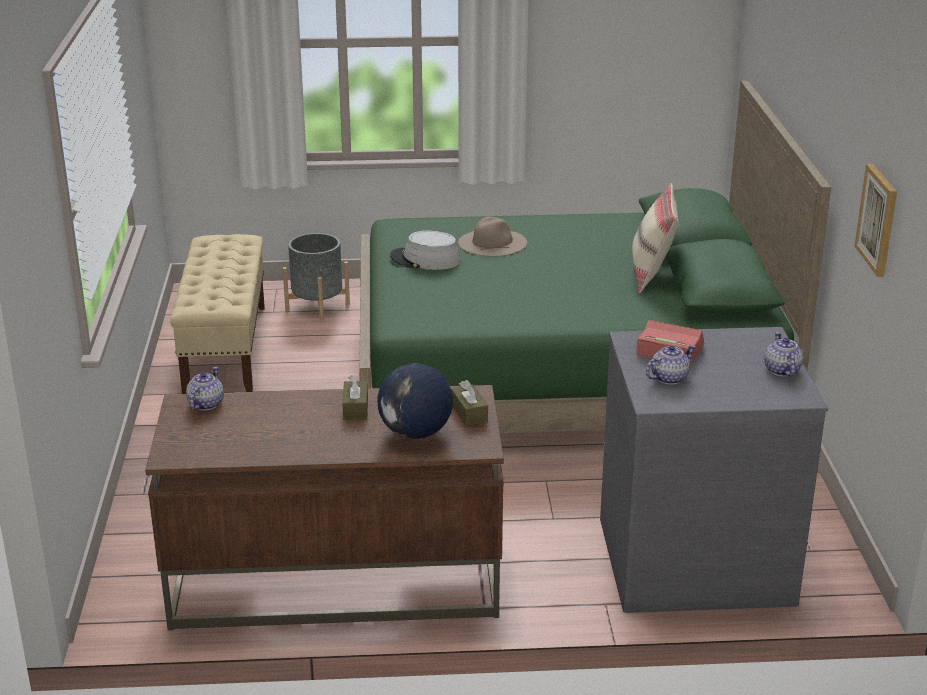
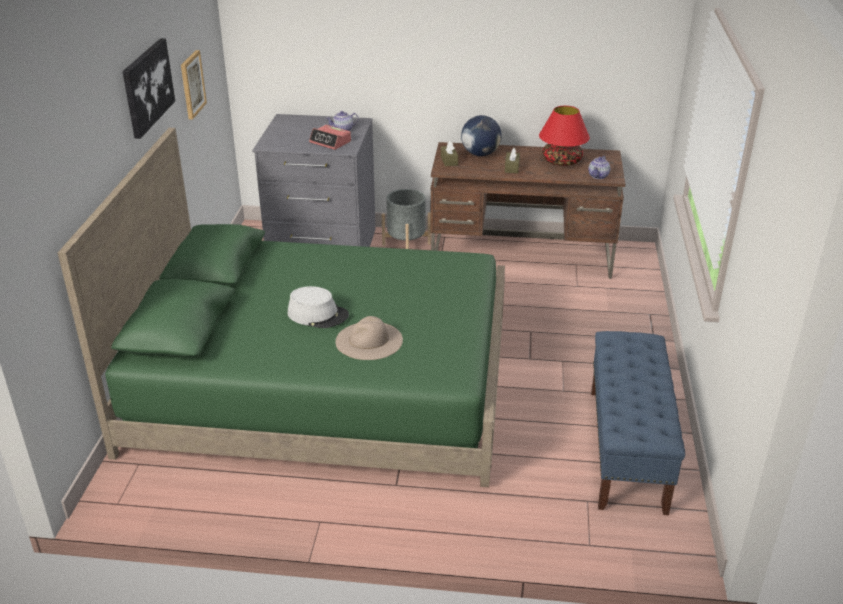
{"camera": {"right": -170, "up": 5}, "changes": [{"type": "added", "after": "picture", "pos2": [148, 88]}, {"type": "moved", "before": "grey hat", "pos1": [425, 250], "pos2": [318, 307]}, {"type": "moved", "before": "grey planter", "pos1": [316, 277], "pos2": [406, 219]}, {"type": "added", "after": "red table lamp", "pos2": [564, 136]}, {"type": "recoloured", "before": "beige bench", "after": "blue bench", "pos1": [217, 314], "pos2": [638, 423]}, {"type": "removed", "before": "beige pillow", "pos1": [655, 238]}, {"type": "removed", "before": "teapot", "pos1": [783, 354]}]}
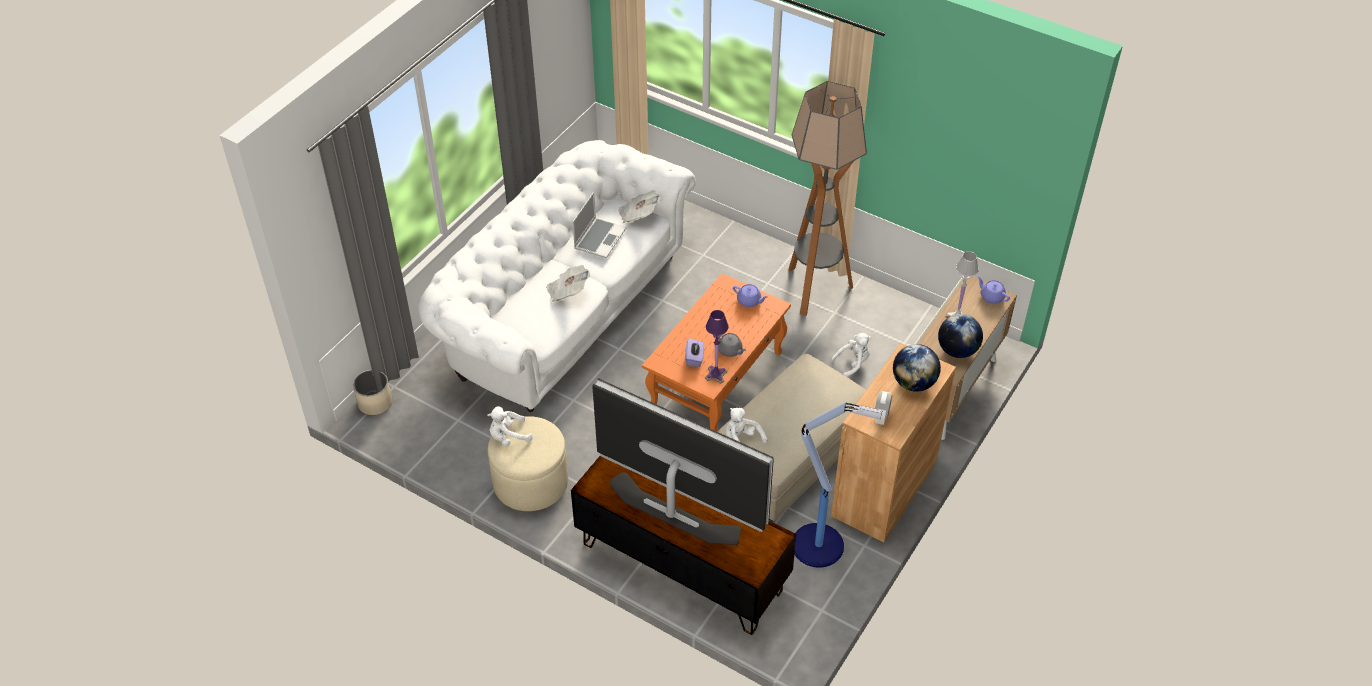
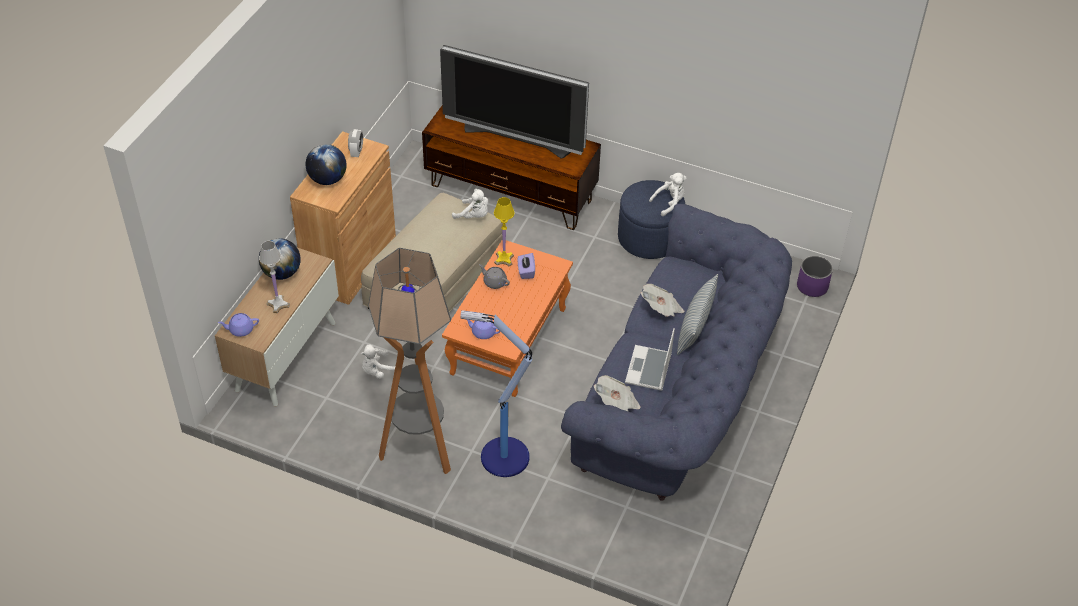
{"camera": {"right": 170, "up": 0}, "changes": [{"type": "turned", "before": "purple teapot", "pos1": [993, 290], "pos2": [238, 325], "turn": 135}, {"type": "moved", "before": "floor lamp", "pos1": [838, 485], "pos2": [496, 393]}, {"type": "recoloured", "before": "purple table lamp", "after": "yellow table lamp", "pos1": [717, 347], "pos2": [504, 231]}, {"type": "recoloured", "before": "white sofa", "after": "blue sofa", "pos1": [557, 276], "pos2": [676, 352]}, {"type": "recoloured", "before": "beige ottoman", "after": "blue ottoman", "pos1": [528, 463], "pos2": [651, 219]}, {"type": "added", "after": "pillow", "pos2": [697, 314]}, {"type": "recoloured", "before": "beige planter", "after": "purple planter", "pos1": [372, 392], "pos2": [815, 276]}]}
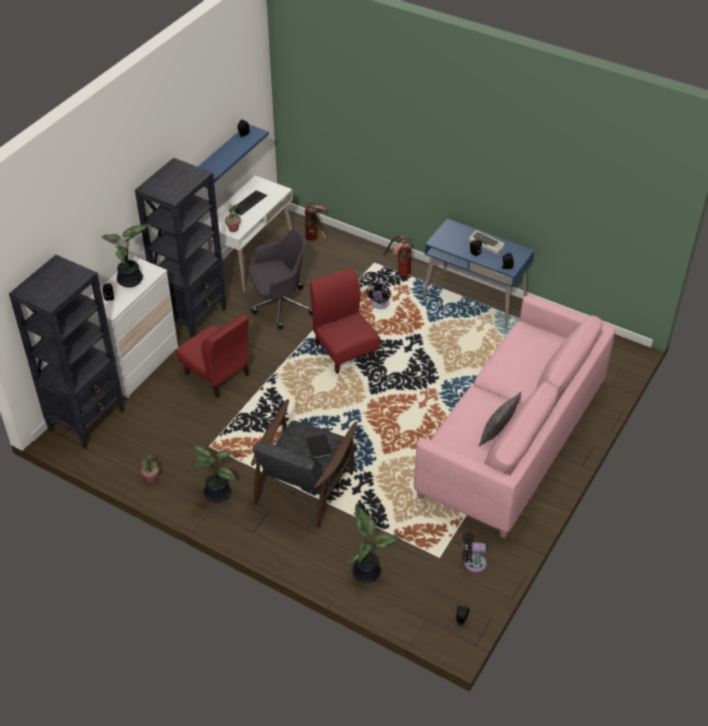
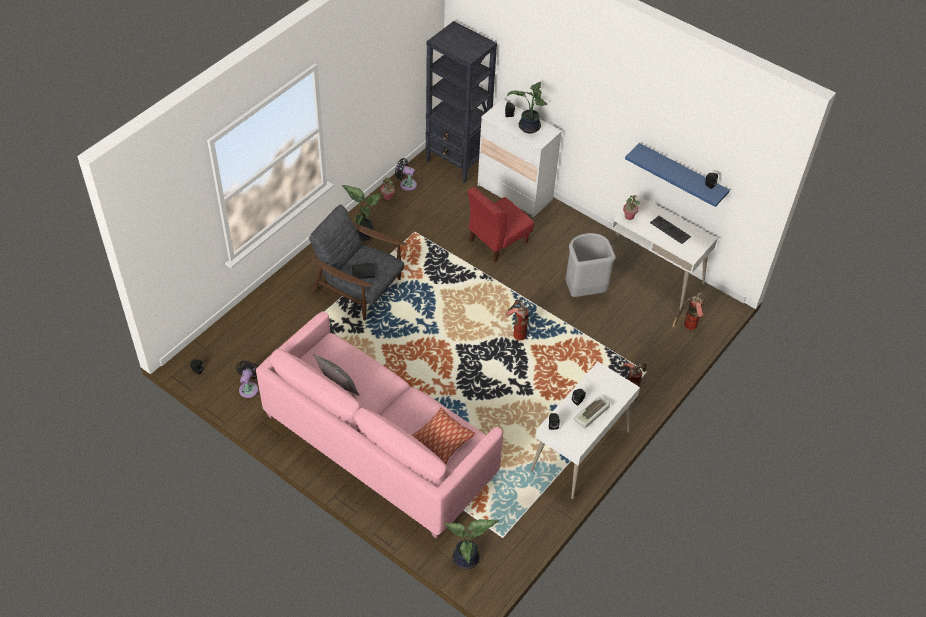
{"camera": {"right": 95, "up": 5}, "changes": [{"type": "moved", "before": "black fan", "pos1": [378, 295], "pos2": [406, 174]}, {"type": "added", "after": "pillow", "pos2": [444, 436]}, {"type": "moved", "before": "potted plant", "pos1": [373, 544], "pos2": [472, 544]}, {"type": "replaced", "before": "red chair", "after": "fire extinguisher", "pos1": [345, 320], "pos2": [517, 320]}, {"type": "recoloured", "before": "blue desk", "after": "white desk", "pos1": [478, 274], "pos2": [585, 430]}, {"type": "replaced", "before": "grey office chair", "after": "grey trash can", "pos1": [280, 279], "pos2": [591, 265]}, {"type": "removed", "before": "black bookcase", "pos1": [181, 248]}]}
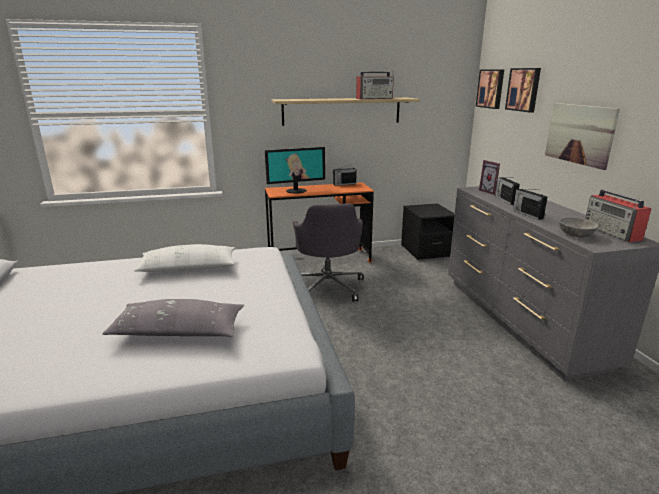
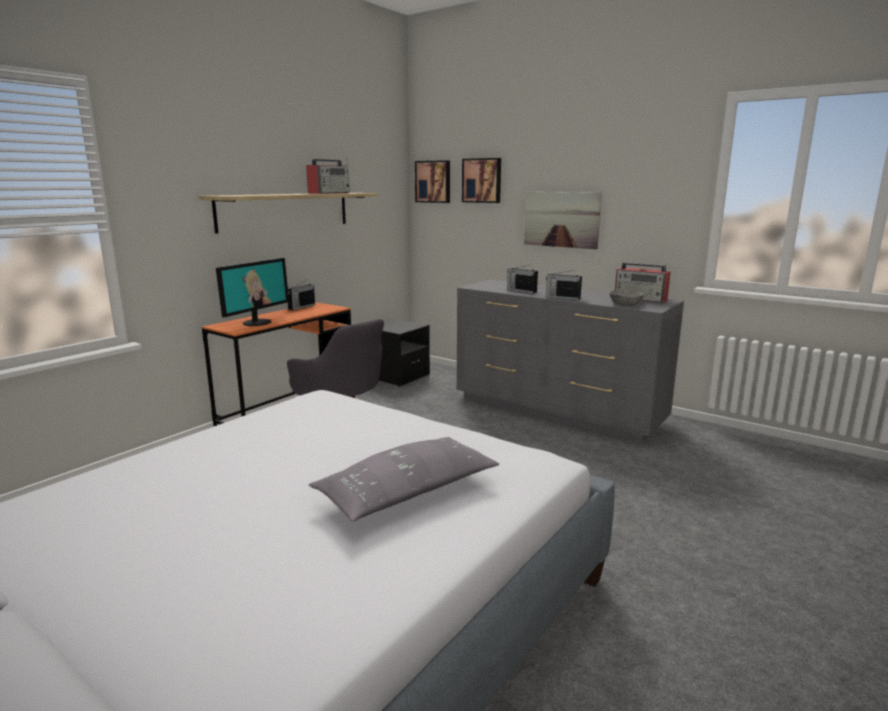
{"camera": {"right": -40, "up": -5}, "changes": [{"type": "removed", "before": "white pillow", "pos1": [184, 258]}, {"type": "removed", "before": "picture frame", "pos1": [489, 177]}]}
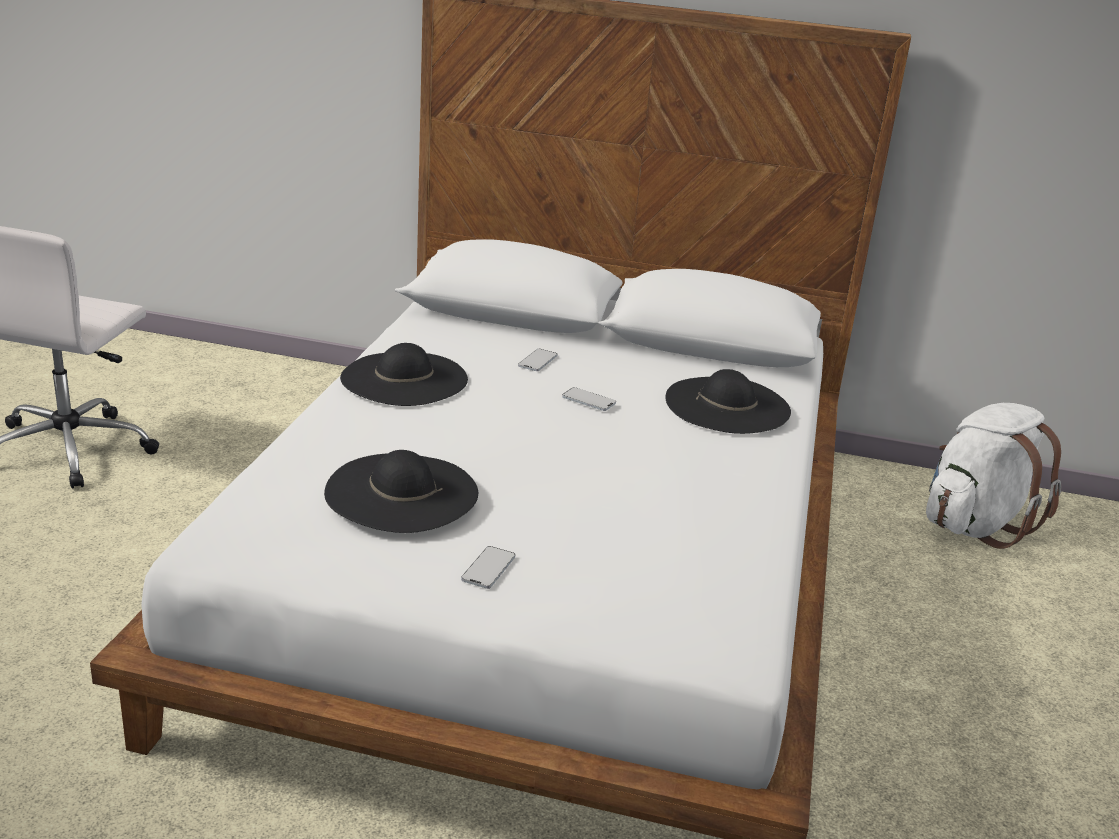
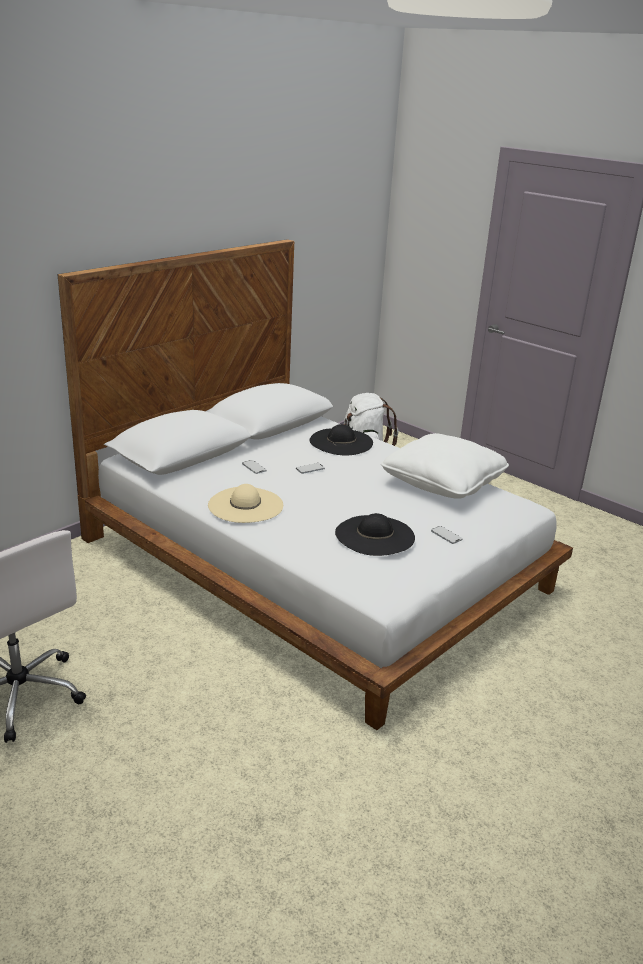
{"camera": {"right": -60, "up": 0}, "changes": [{"type": "recoloured", "before": "black hat", "after": "beige hat", "pos1": [404, 374], "pos2": [245, 503]}, {"type": "added", "after": "white pillow", "pos2": [445, 466]}]}
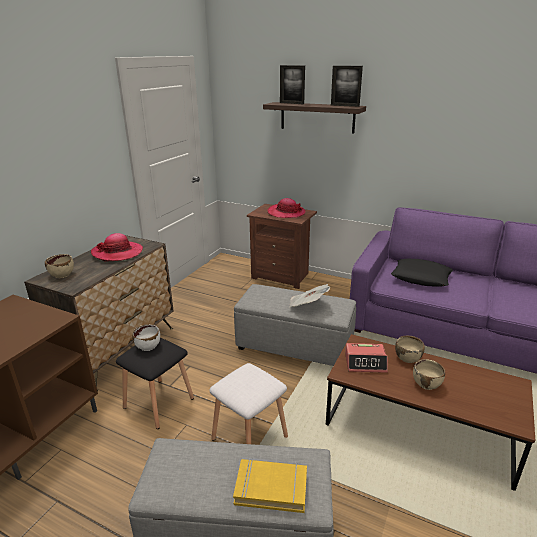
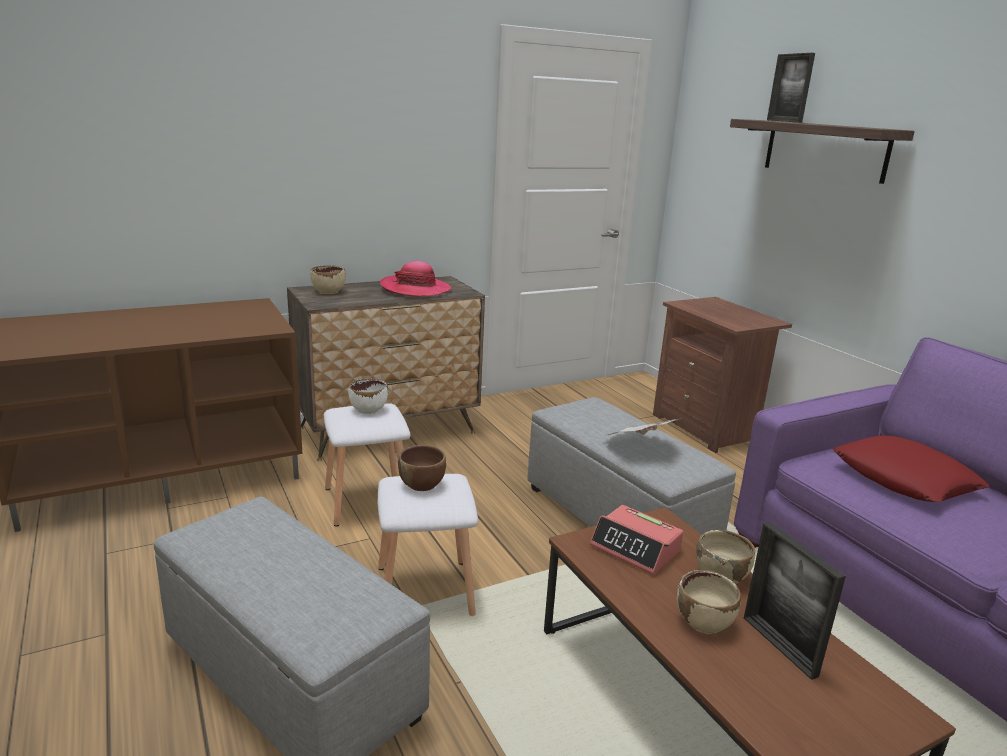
{"camera": {"right": 35, "up": -5}, "changes": [{"type": "recoloured", "before": "black stool", "after": "white stool", "pos1": [155, 383], "pos2": [367, 465]}, {"type": "added", "after": "brown bowl", "pos2": [422, 468]}, {"type": "moved", "before": "picture frame", "pos1": [347, 86], "pos2": [795, 601]}, {"type": "recoloured", "before": "black pillow", "after": "red pillow", "pos1": [422, 273], "pos2": [911, 469]}, {"type": "removed", "before": "yellow book", "pos1": [270, 485]}, {"type": "removed", "before": "hat", "pos1": [286, 208]}]}
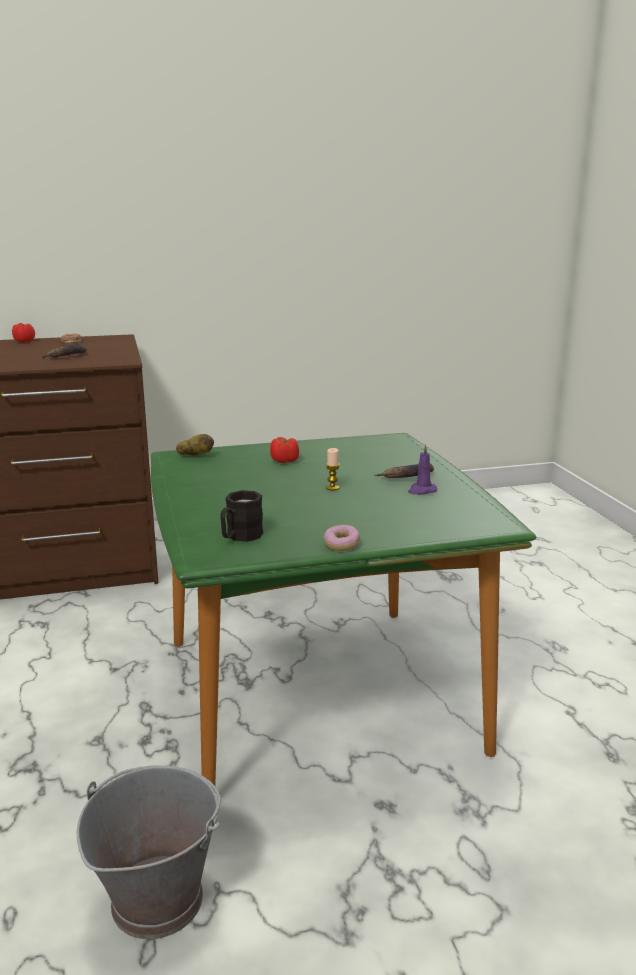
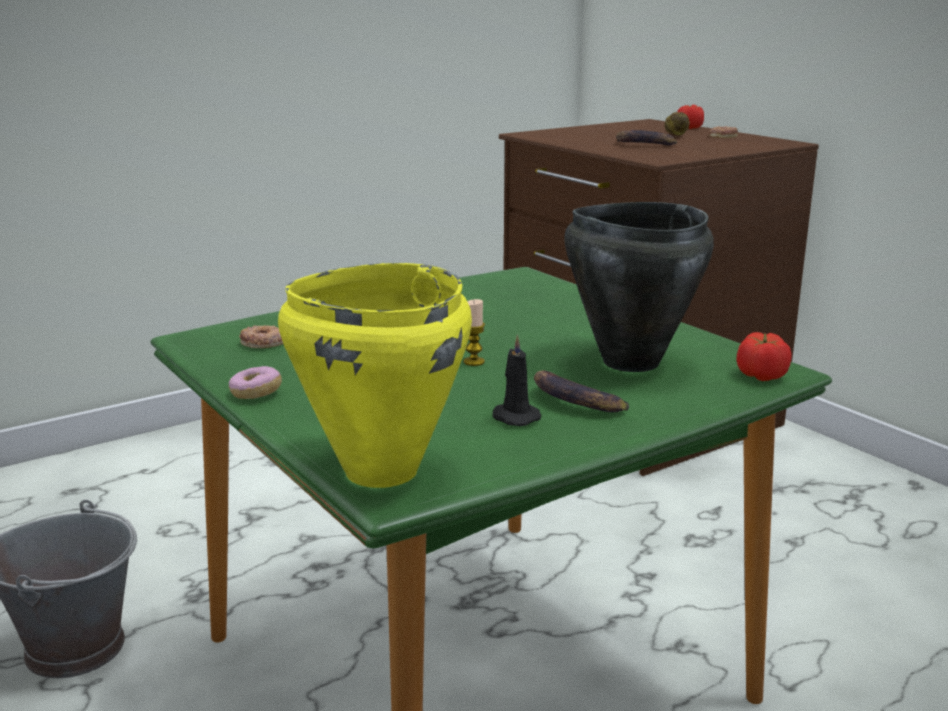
{"camera": {"right": 70, "up": 0}, "changes": [{"type": "replaced", "before": "black mug", "after": "donut", "pos1": [241, 516], "pos2": [261, 336]}, {"type": "added", "after": "yellow cooking pot", "pos2": [375, 375]}, {"type": "recoloured", "before": "purple candle", "after": "black candle", "pos1": [422, 469], "pos2": [516, 380]}, {"type": "added", "after": "black cooking pot", "pos2": [639, 287]}, {"type": "moved", "before": "potato", "pos1": [195, 445], "pos2": [677, 123]}, {"type": "moved", "before": "tomato", "pos1": [284, 450], "pos2": [763, 356]}]}
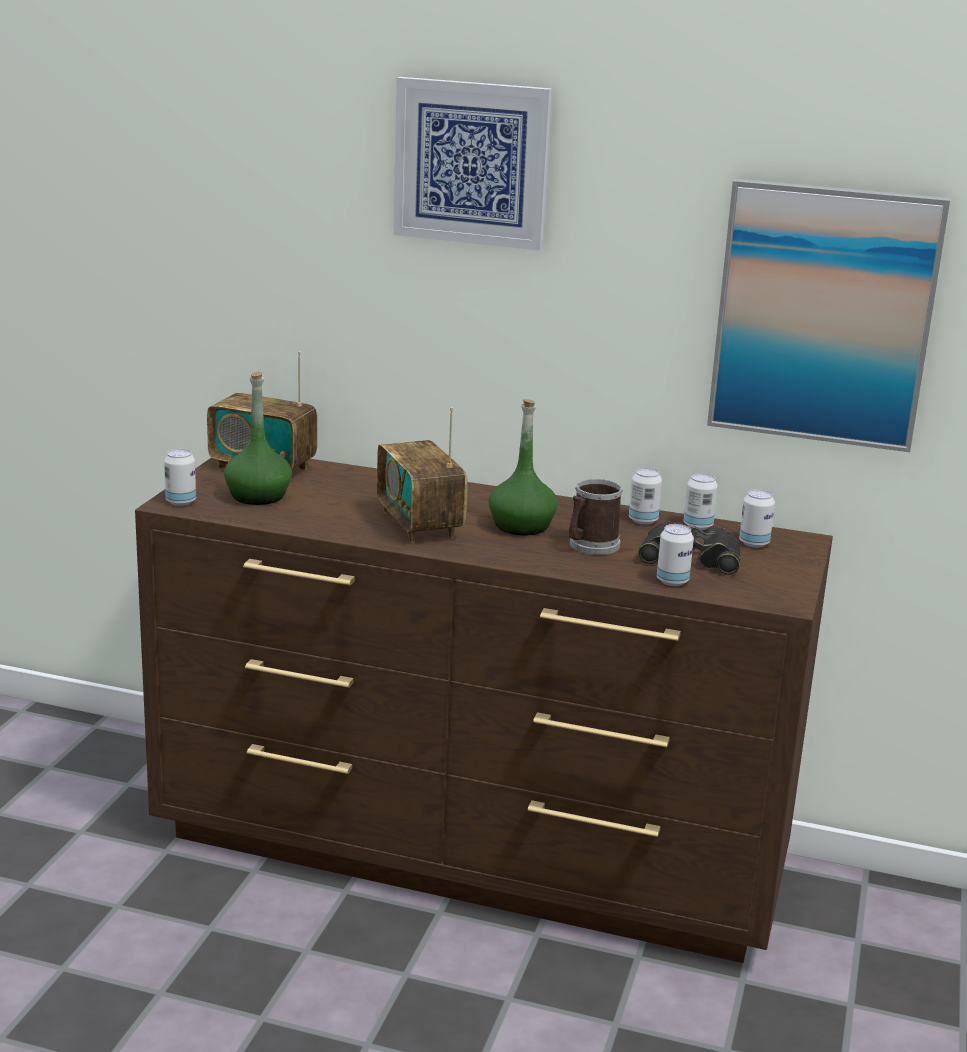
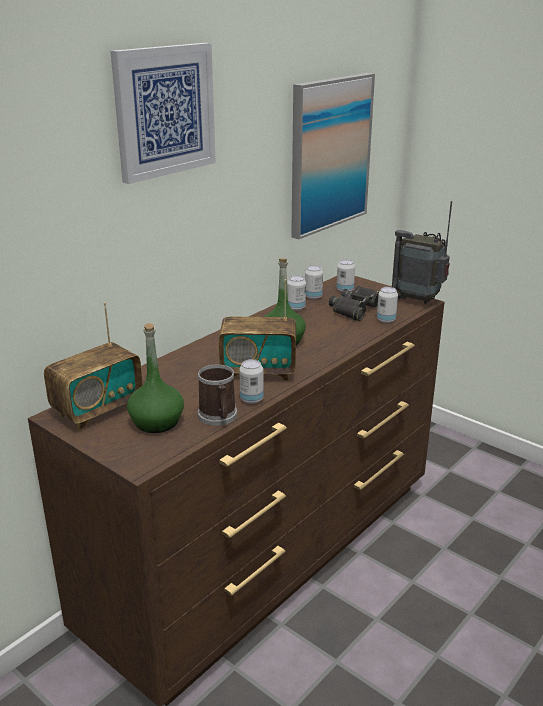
{"camera": {"right": -65, "up": 5}, "changes": [{"type": "moved", "before": "mug", "pos1": [596, 517], "pos2": [217, 395]}, {"type": "moved", "before": "can", "pos1": [180, 477], "pos2": [251, 381]}, {"type": "added", "after": "radio", "pos2": [422, 252]}]}
